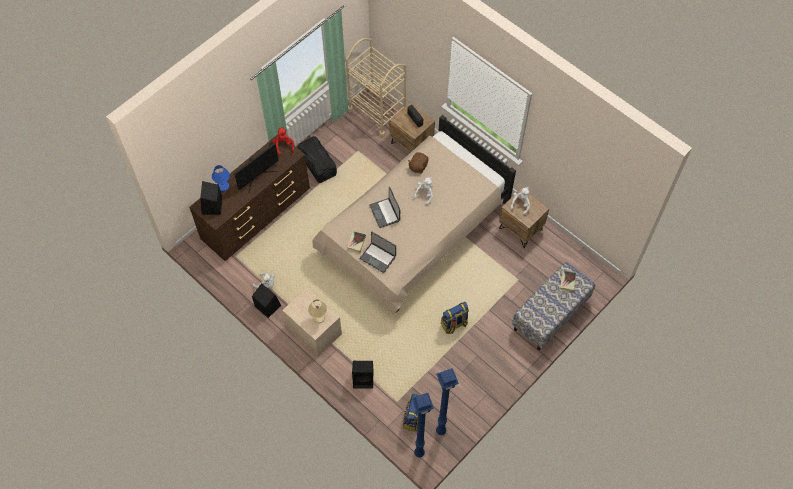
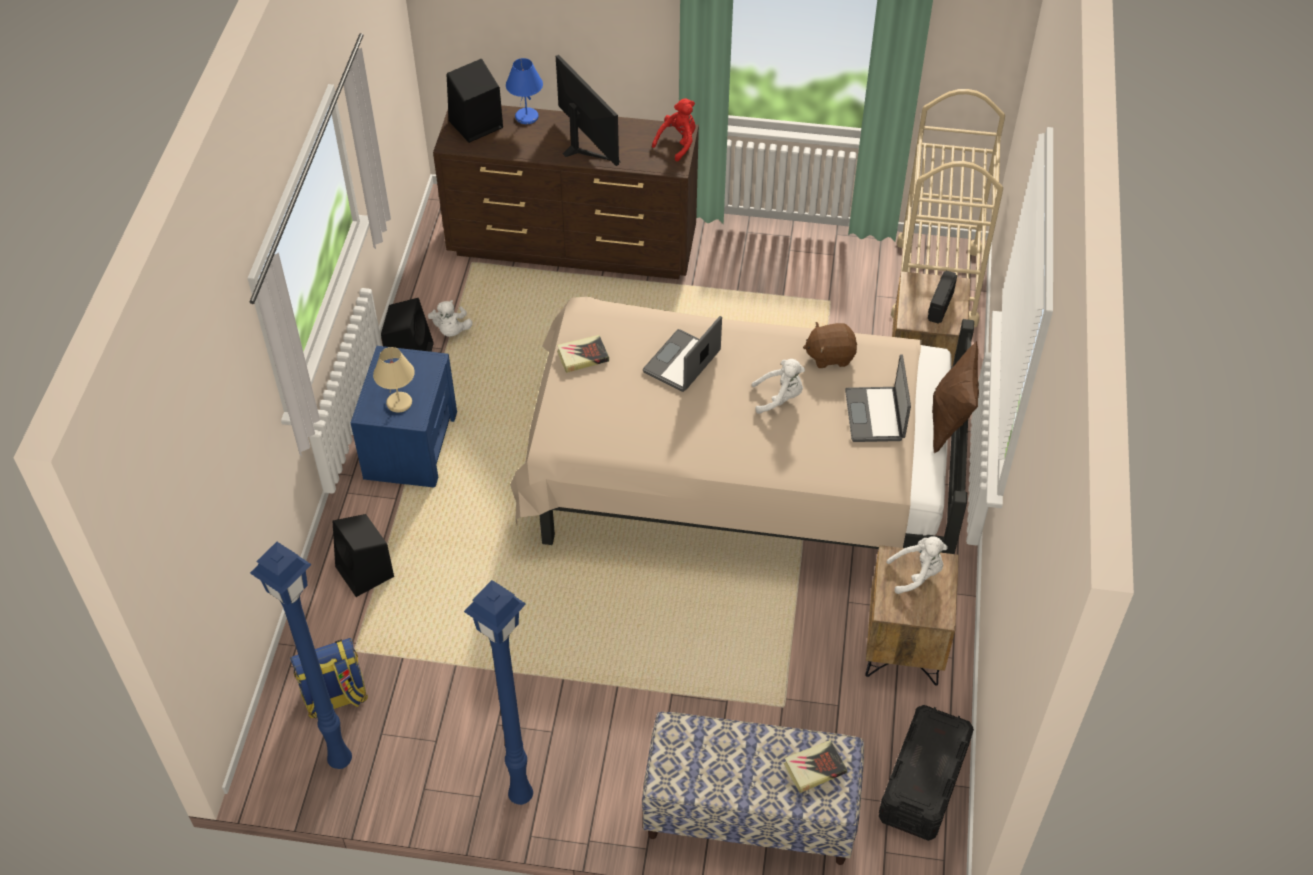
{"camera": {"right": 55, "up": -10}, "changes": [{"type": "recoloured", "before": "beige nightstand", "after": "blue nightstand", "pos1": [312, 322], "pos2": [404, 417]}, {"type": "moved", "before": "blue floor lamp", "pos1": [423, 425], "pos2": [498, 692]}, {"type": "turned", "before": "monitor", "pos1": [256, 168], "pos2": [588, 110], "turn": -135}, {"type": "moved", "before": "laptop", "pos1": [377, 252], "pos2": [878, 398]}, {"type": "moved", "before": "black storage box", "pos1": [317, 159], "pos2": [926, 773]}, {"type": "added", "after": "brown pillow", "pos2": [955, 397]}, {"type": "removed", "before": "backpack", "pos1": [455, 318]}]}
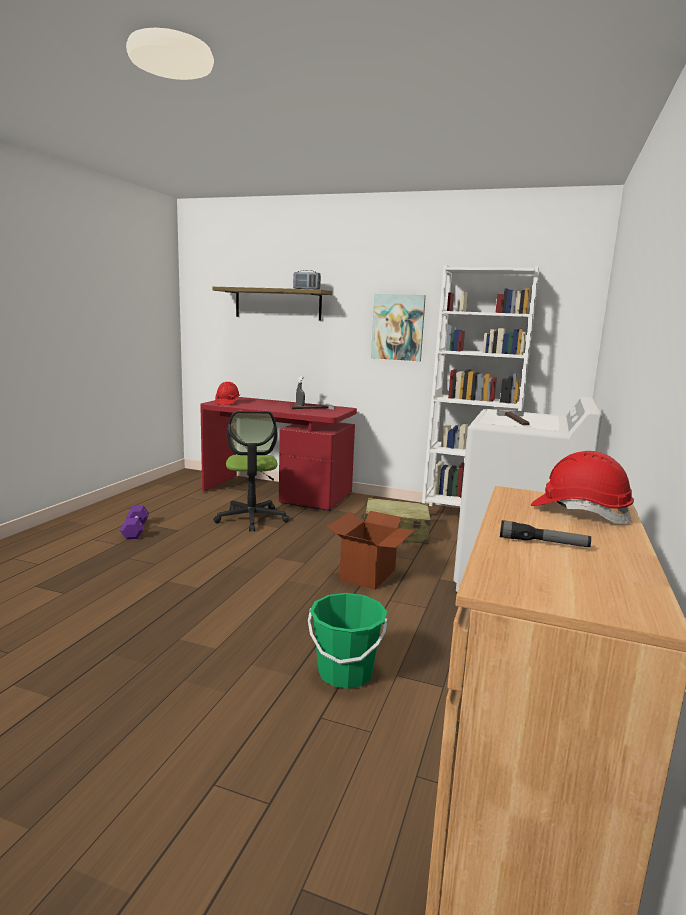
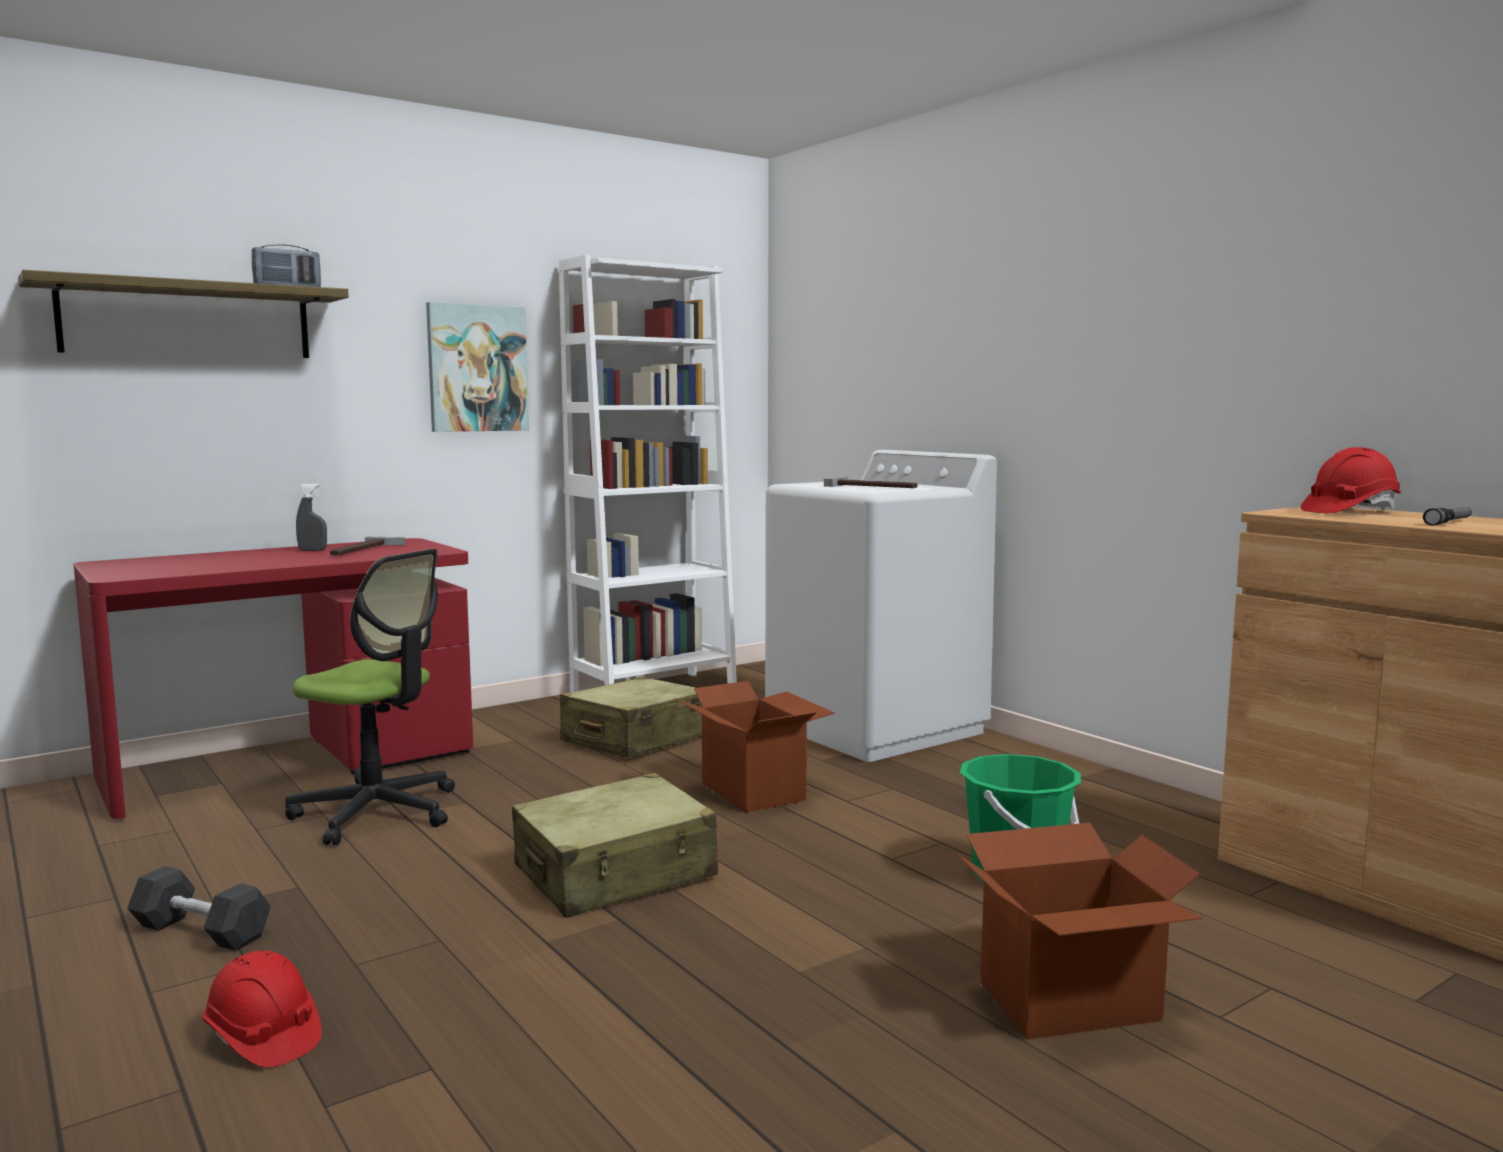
{"camera": {"right": -55, "up": -5}, "changes": [{"type": "recoloured", "before": "purple dumbbell", "after": "black dumbbell", "pos1": [134, 522], "pos2": [199, 908]}, {"type": "moved", "before": "red hard hat", "pos1": [227, 393], "pos2": [262, 1009]}, {"type": "added", "after": "beige suitcase", "pos2": [615, 845]}, {"type": "added", "after": "cardboard box", "pos2": [1079, 931]}]}
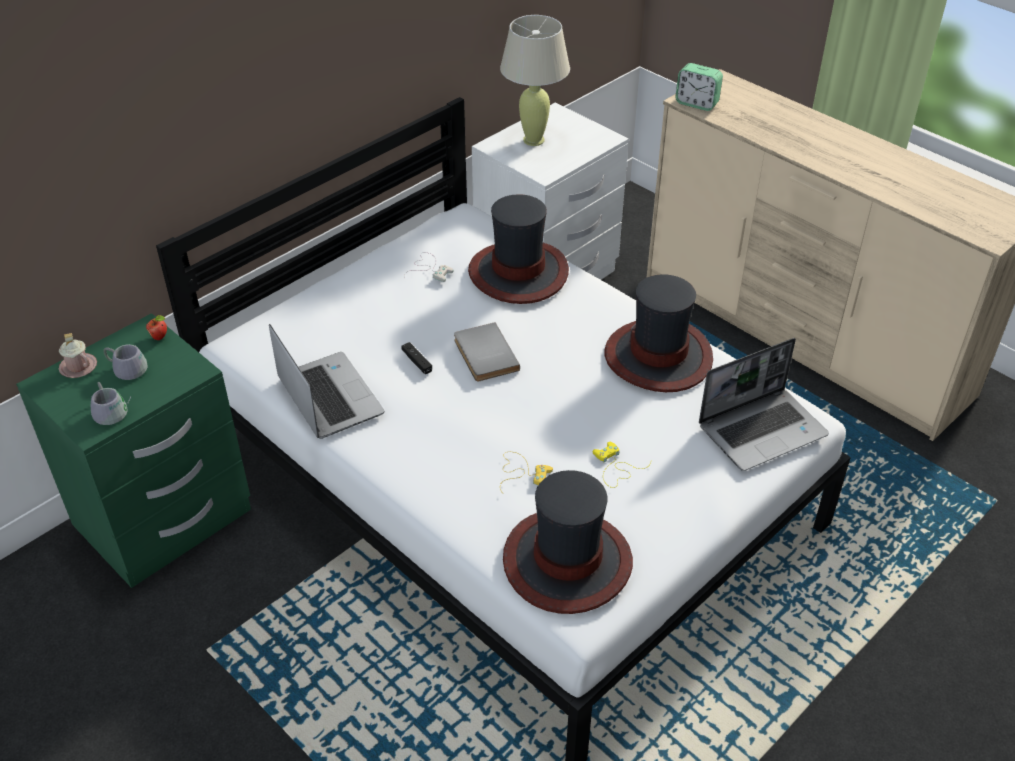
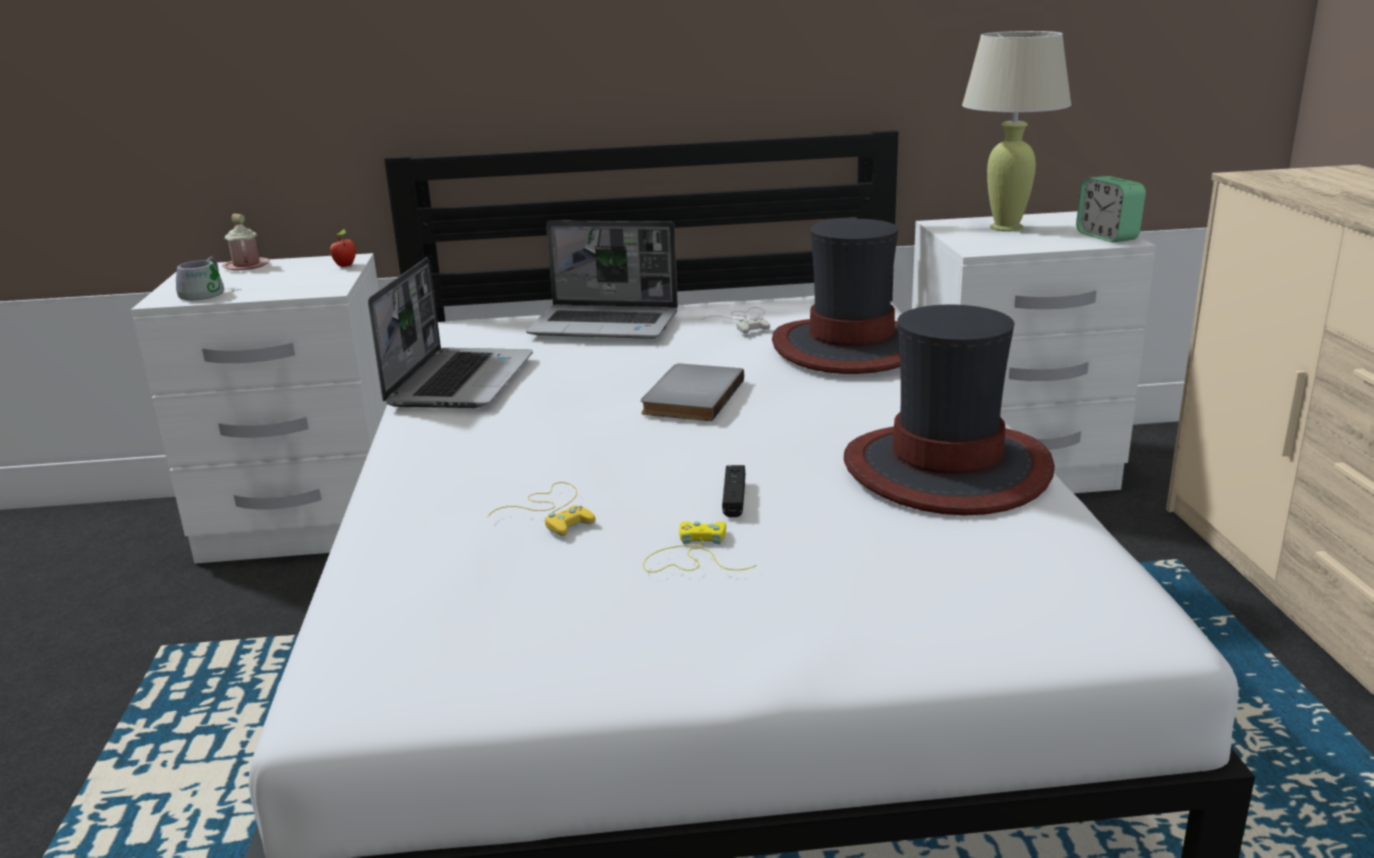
{"camera": {"right": 40, "up": -20}, "changes": [{"type": "recoloured", "before": "green nightstand", "after": "white nightstand", "pos1": [133, 450], "pos2": [259, 408]}, {"type": "moved", "before": "laptop", "pos1": [764, 404], "pos2": [602, 279]}, {"type": "moved", "before": "black game controller", "pos1": [416, 358], "pos2": [733, 491]}, {"type": "moved", "before": "alarm clock", "pos1": [699, 87], "pos2": [1111, 209]}, {"type": "removed", "before": "grey mug", "pos1": [126, 362]}, {"type": "removed", "before": "hat", "pos1": [568, 542]}]}
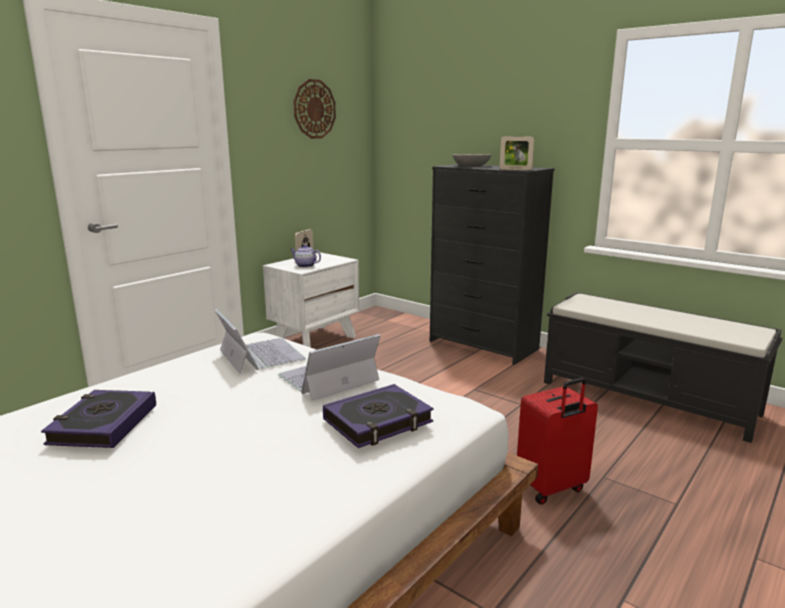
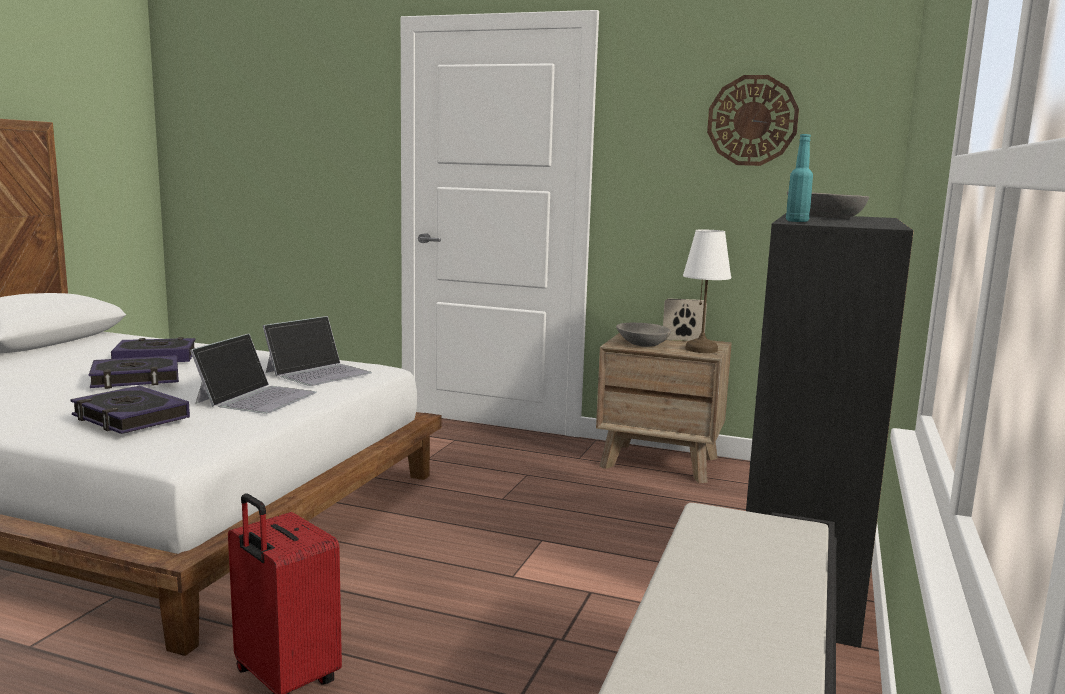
{"camera": {"right": 70, "up": -5}, "changes": [{"type": "added", "after": "book", "pos2": [134, 372]}, {"type": "turned", "before": "laptop", "pos1": [329, 367], "pos2": [253, 374], "turn": 75}, {"type": "recoloured", "before": "white nightstand", "after": "brown nightstand", "pos1": [311, 300], "pos2": [664, 408]}, {"type": "replaced", "before": "teapot", "after": "grey bowl", "pos1": [306, 256], "pos2": [643, 335]}, {"type": "added", "after": "white table lamp", "pos2": [707, 291]}, {"type": "replaced", "before": "picture frame", "after": "turquoise bottle", "pos1": [517, 153], "pos2": [799, 178]}]}
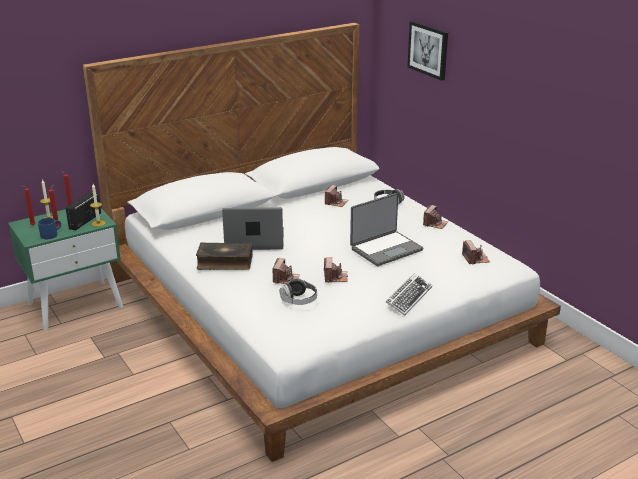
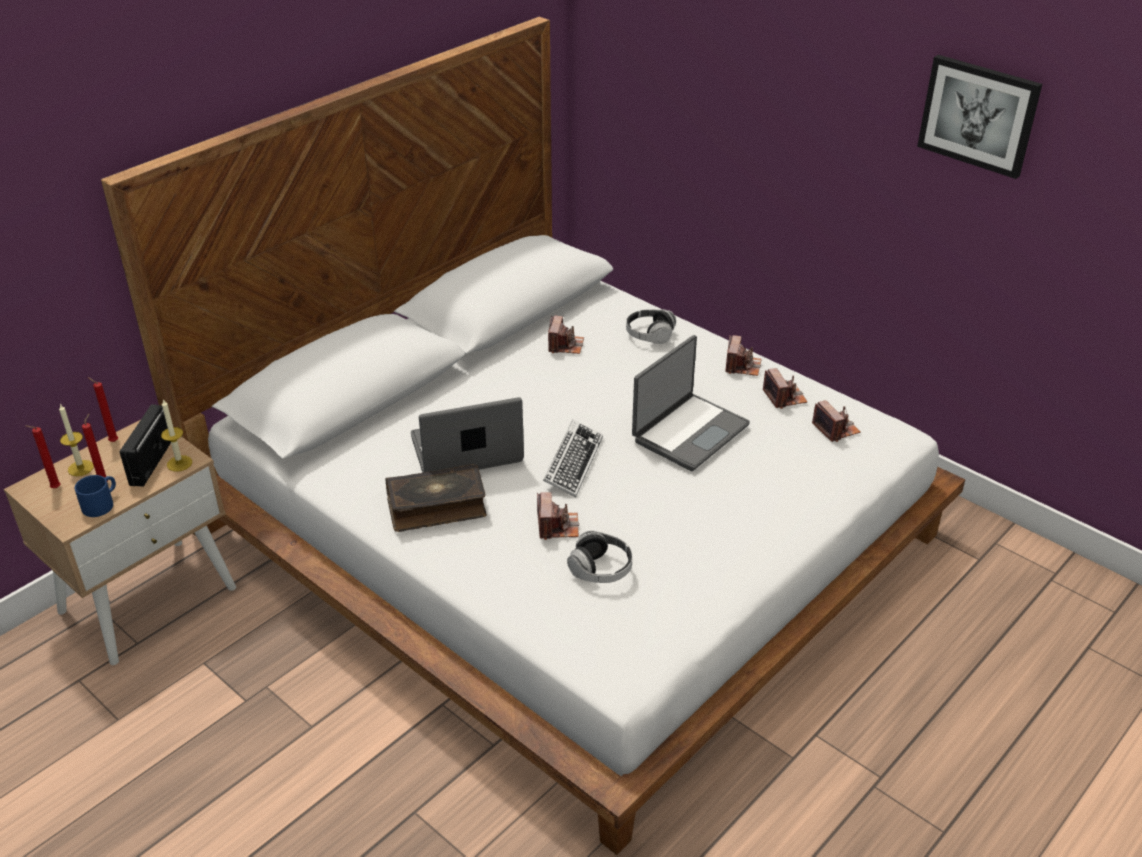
{"camera": {"right": -15, "up": 10}, "changes": [{"type": "recoloured", "before": "green nightstand", "after": "beige nightstand", "pos1": [65, 269], "pos2": [120, 542]}, {"type": "moved", "before": "keyboard", "pos1": [409, 294], "pos2": [573, 458]}, {"type": "moved", "before": "photo camera", "pos1": [336, 270], "pos2": [785, 388]}, {"type": "moved", "before": "picture", "pos1": [427, 51], "pos2": [979, 117]}]}
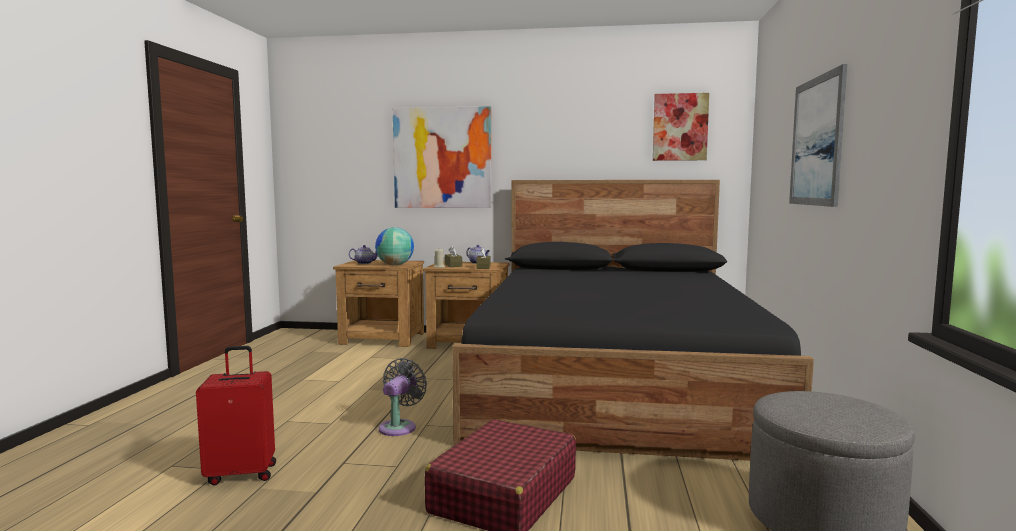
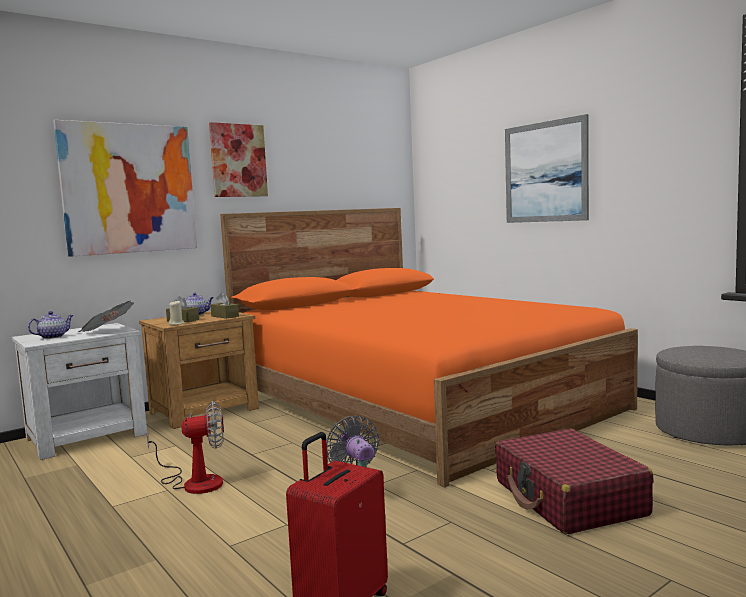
{"camera": {"right": -45, "up": 0}, "changes": [{"type": "recoloured", "before": "brown nightstand", "after": "white nightstand", "pos1": [378, 303], "pos2": [79, 391]}, {"type": "replaced", "before": "globe", "after": "newspaper", "pos1": [394, 246], "pos2": [106, 316]}, {"type": "added", "after": "fan", "pos2": [185, 447]}, {"type": "moved", "before": "picture", "pos1": [681, 127], "pos2": [238, 159]}, {"type": "recoloured", "before": "black bed", "after": "orange bed", "pos1": [633, 320], "pos2": [429, 348]}]}
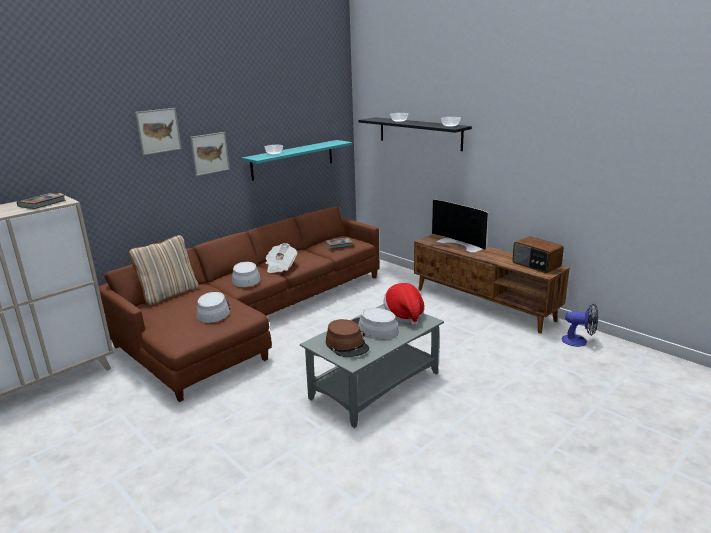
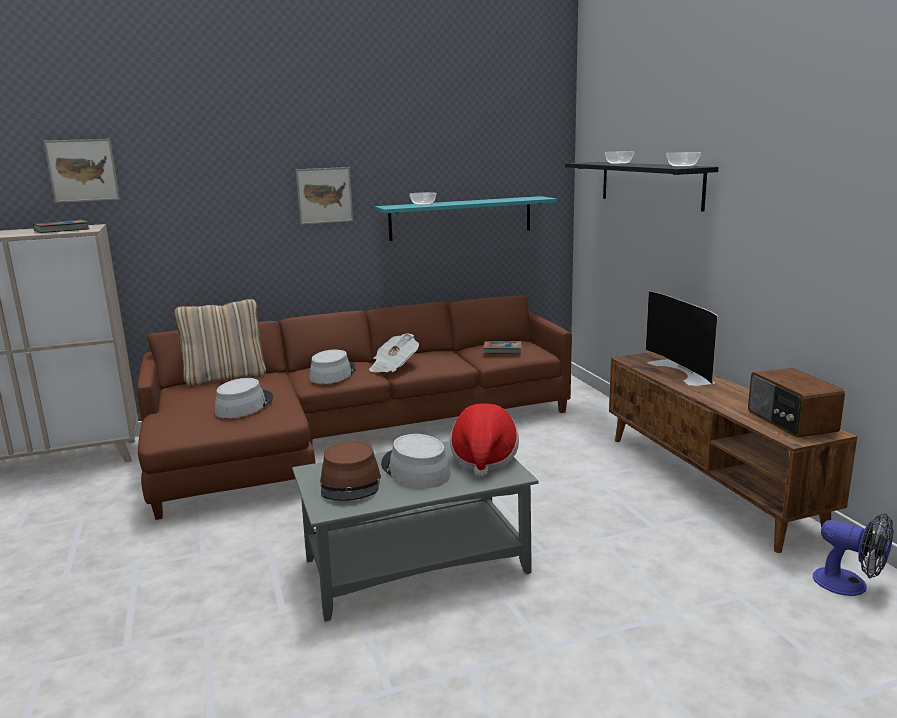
{"camera": {"right": 25, "up": -5}, "changes": [{"type": "moved", "before": "picture", "pos1": [158, 131], "pos2": [82, 171]}]}
